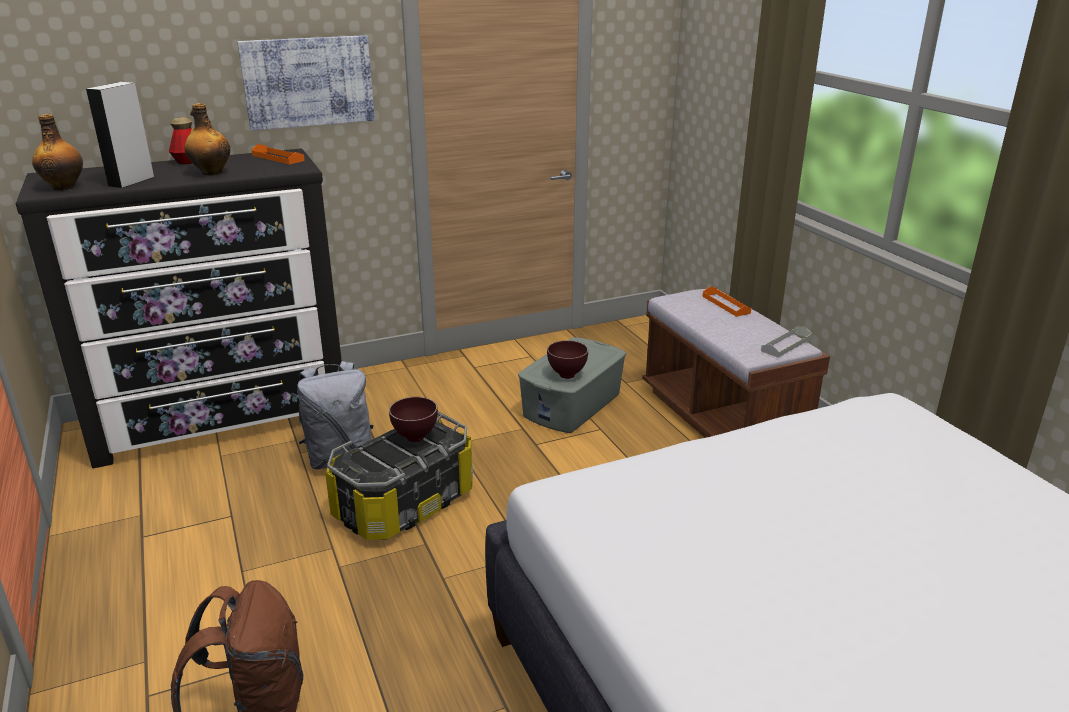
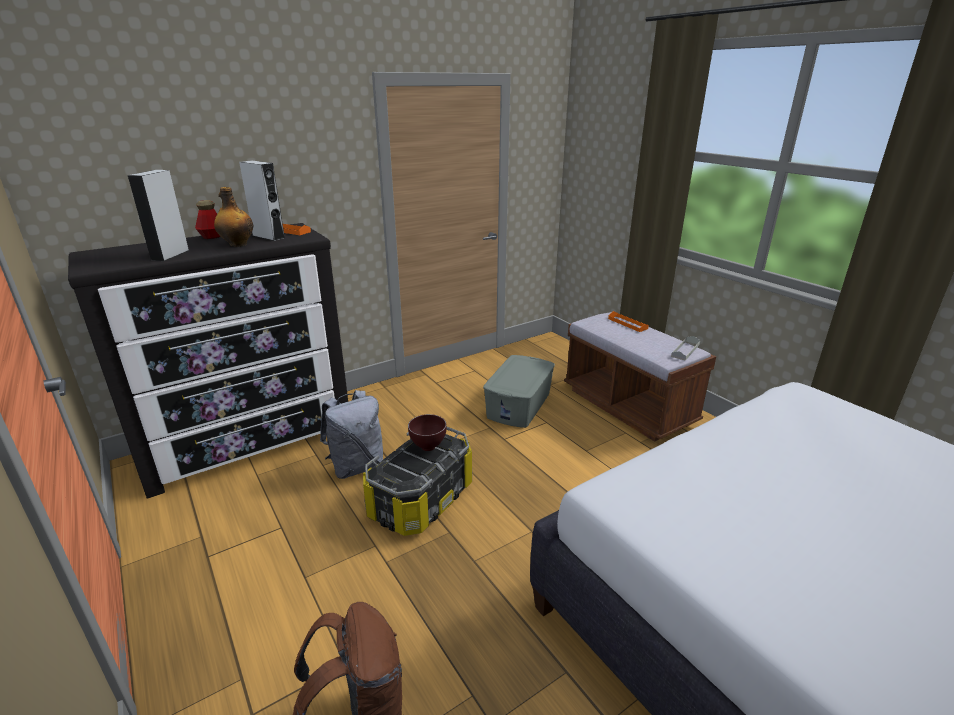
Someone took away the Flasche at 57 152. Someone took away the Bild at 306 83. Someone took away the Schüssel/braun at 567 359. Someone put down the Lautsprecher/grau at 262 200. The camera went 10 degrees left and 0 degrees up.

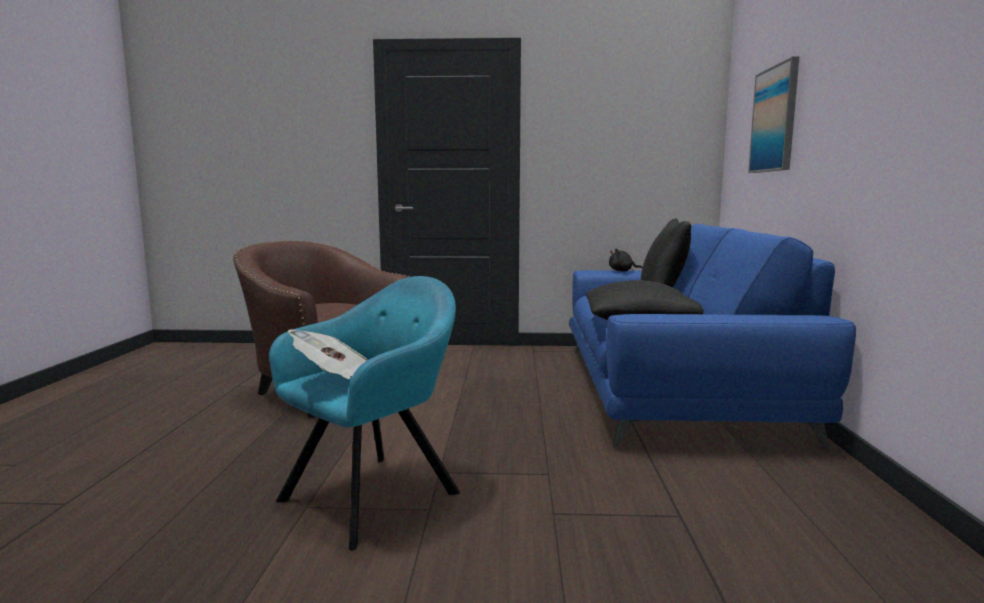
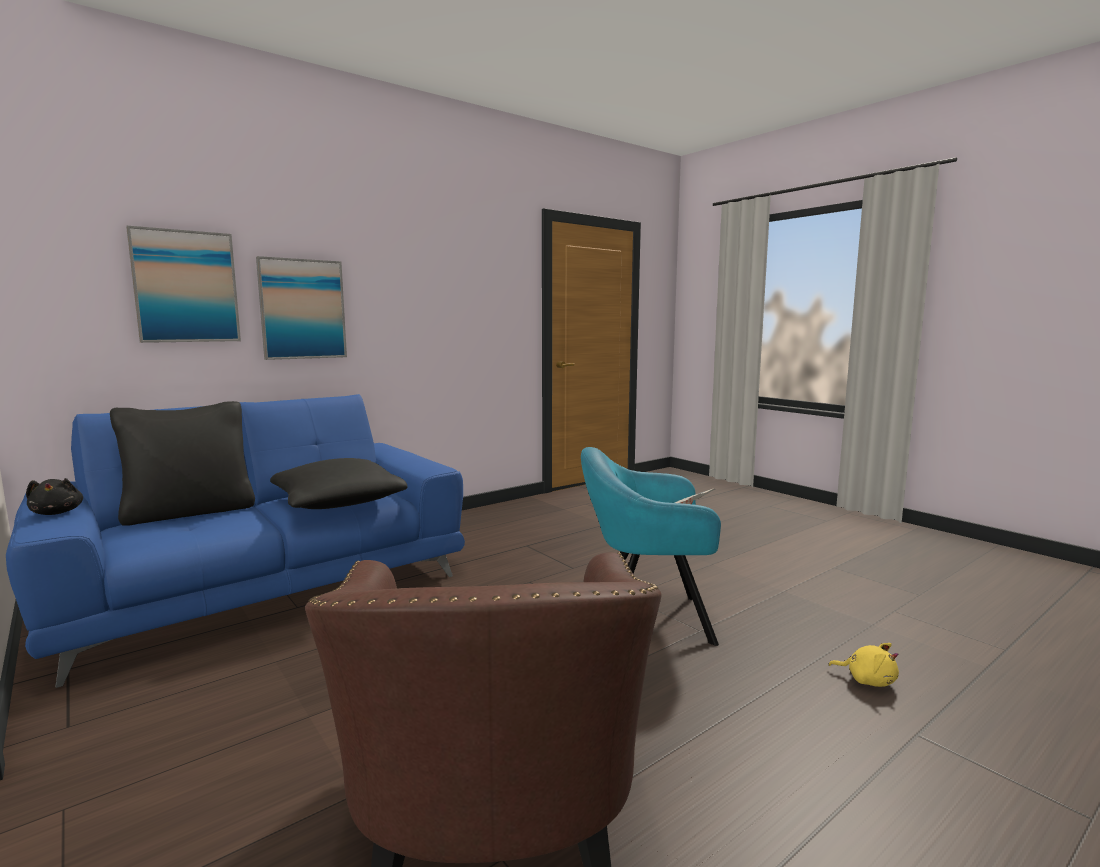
Someone put up the Bild at 301 308. Someone put down the Plüschtier/gelb at 863 665. The camera went 130 degrees left and 0 degrees up.

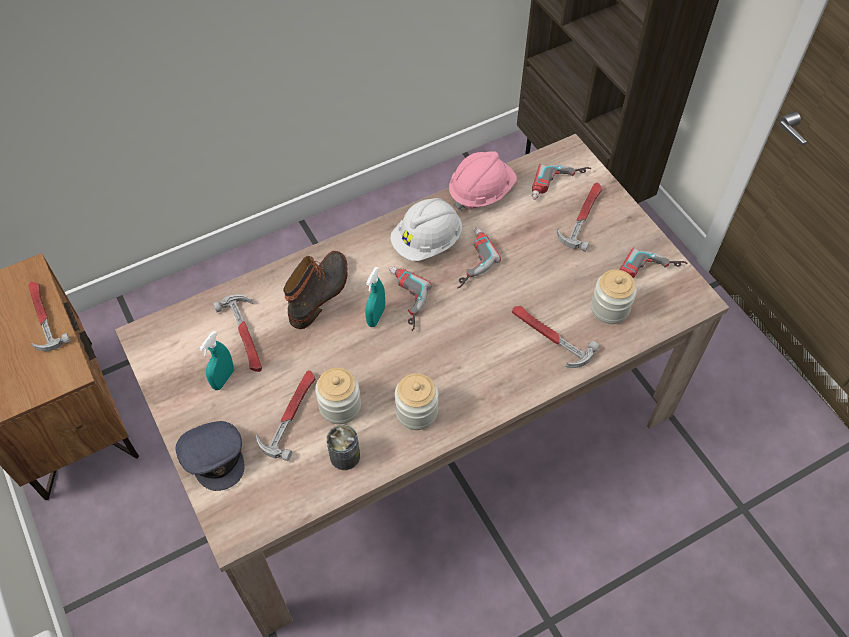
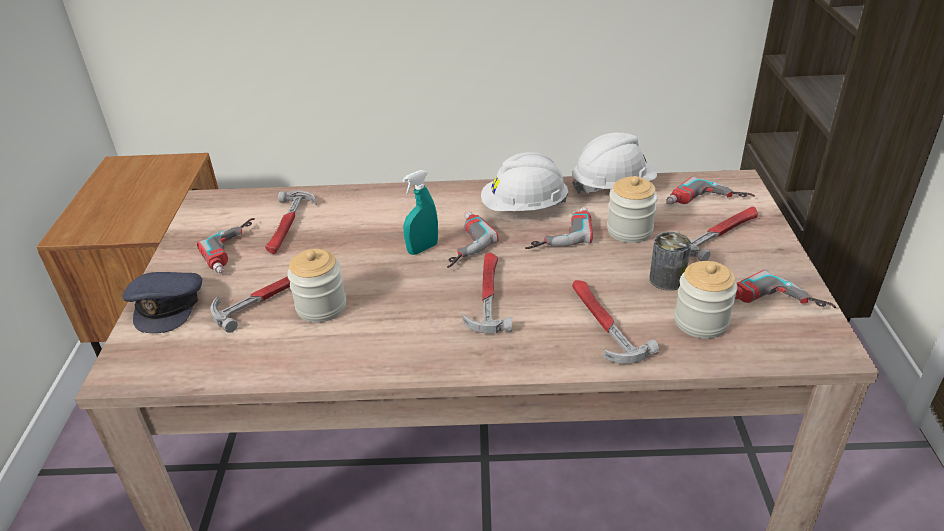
Someone took away the Stiefel at 316 290. Someone carried the Hammer from 49 316 to 487 292. Someone carried the Dose from 343 447 to 670 261. Someone carried the Vorratsglas from 417 401 to 632 209. Someone swapped the Sprühflasche/türkis at 216 360 for the Bohrmaschine at 226 245. Someone repainted the Schutzhelm/rosa at 483 181, which became the Schutzhelm/weiß at 614 163. The camera went 30 degrees right and 20 degrees down.

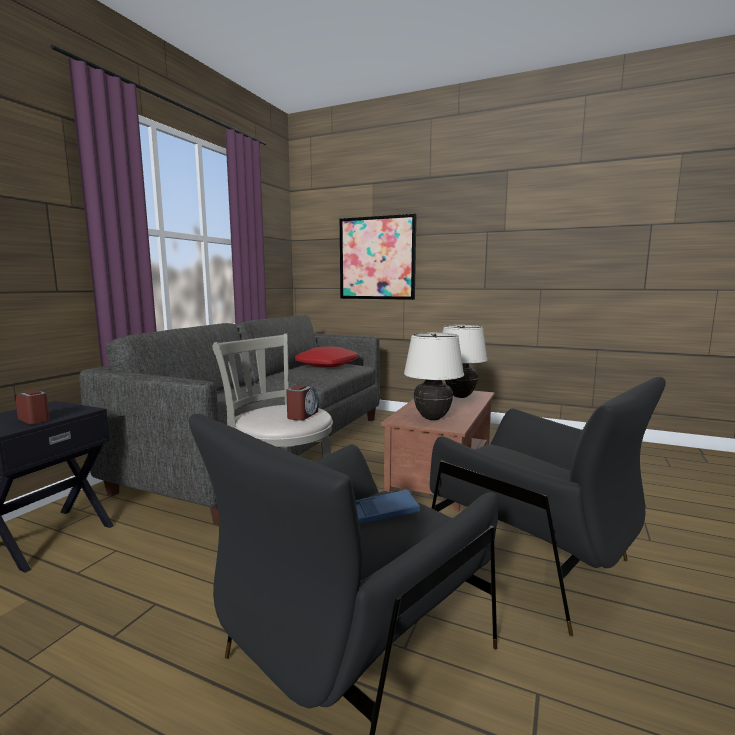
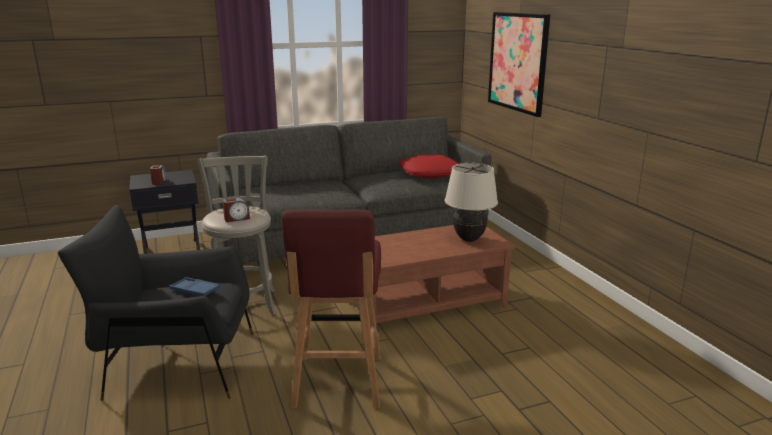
Someone took away the Tischlampe/beige at 434 376. Someone swapped the Sessel/schwarz at 548 506 for the Hocker/rot at 331 309. The camera went 45 degrees right and 10 degrees up.

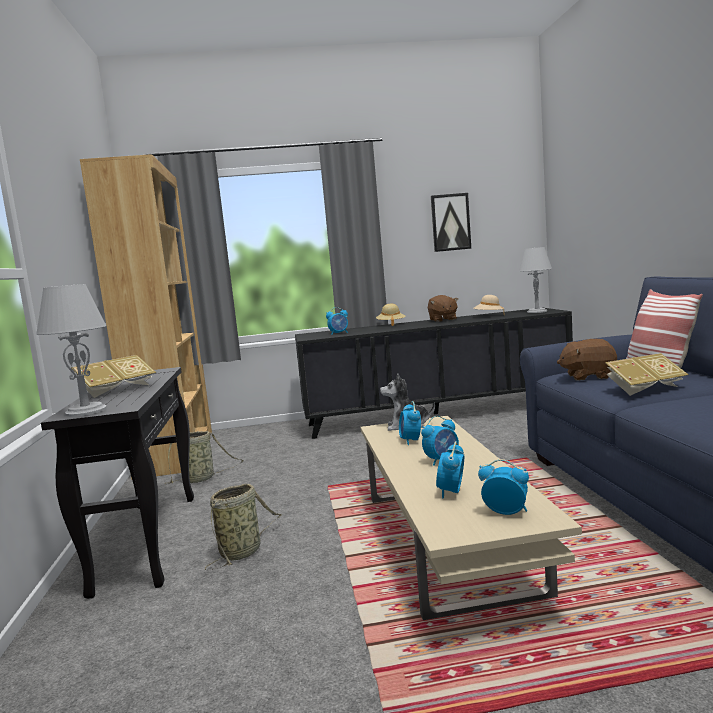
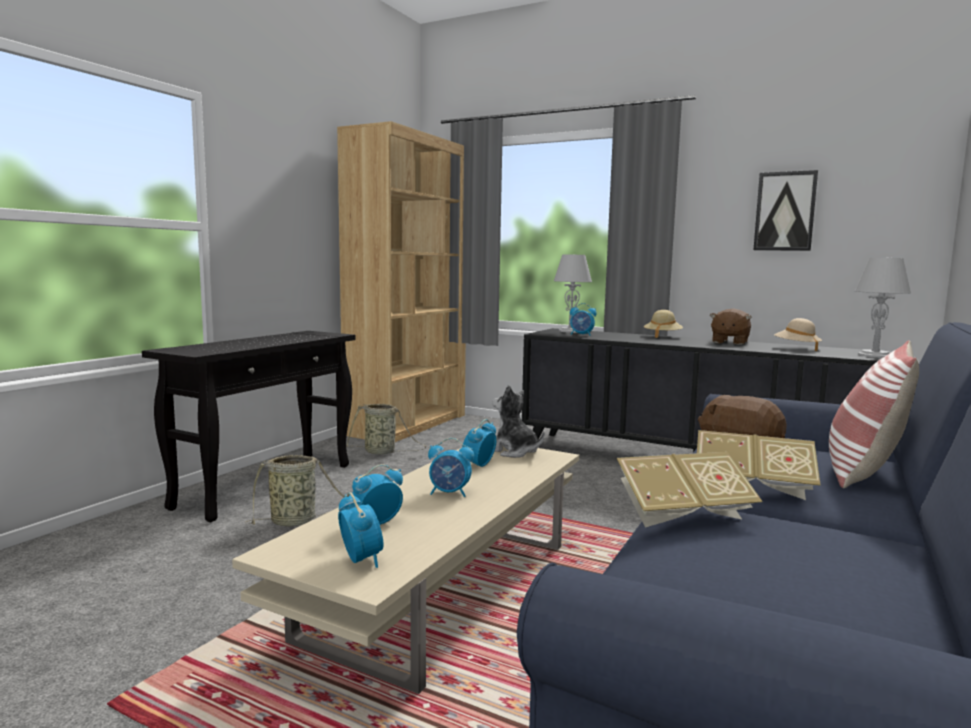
Someone carried the Tischlampe/grau from 71 350 to 573 293. Someone carried the Buch from 113 376 to 690 490. The camera went 35 degrees right and 0 degrees up.

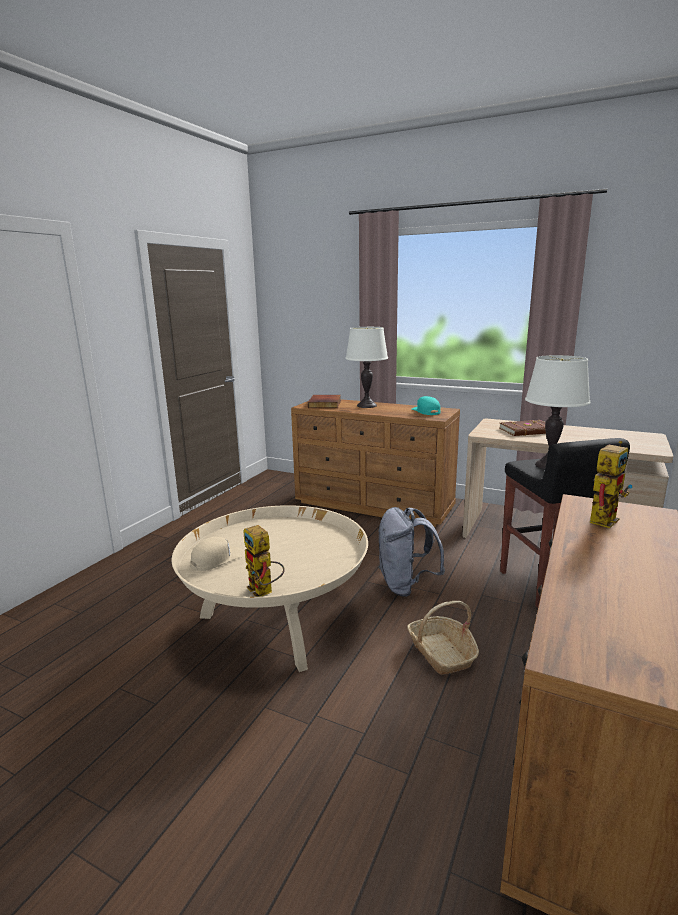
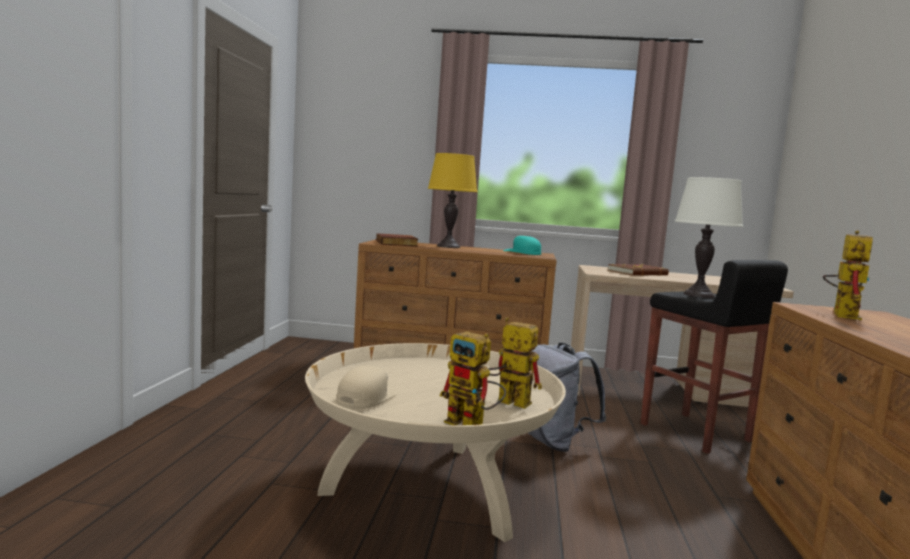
Someone took away the Korb at 443 638. Someone put down the Spielzeugroboter at 515 363. Someone repainted the Tischlampe/weiß at 366 367, which became the Tischlampe/gelb at 453 200. The camera went 20 degrees left and 10 degrees down.

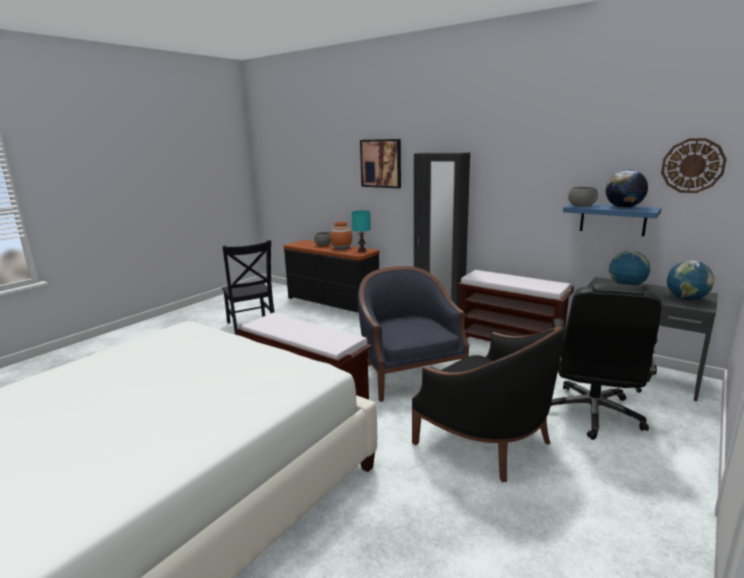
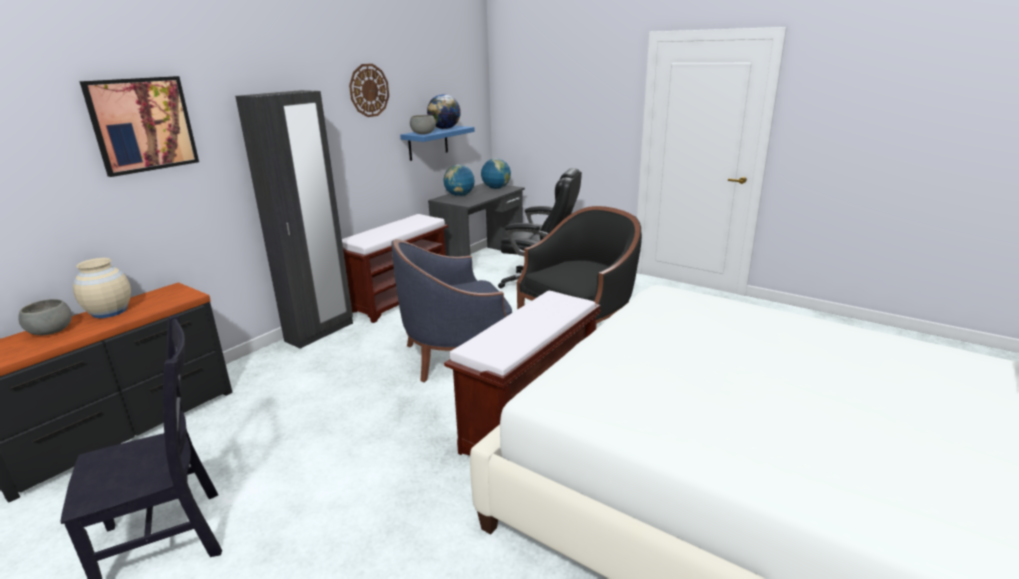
Someone took away the Tischlampe/türkis at 361 231. Someone carried the Wanduhr from 694 165 to 369 90. Someone repainted the Vase/orange at 341 235, which became the Vase/beige at 102 288. The camera went 90 degrees left and 5 degrees up.

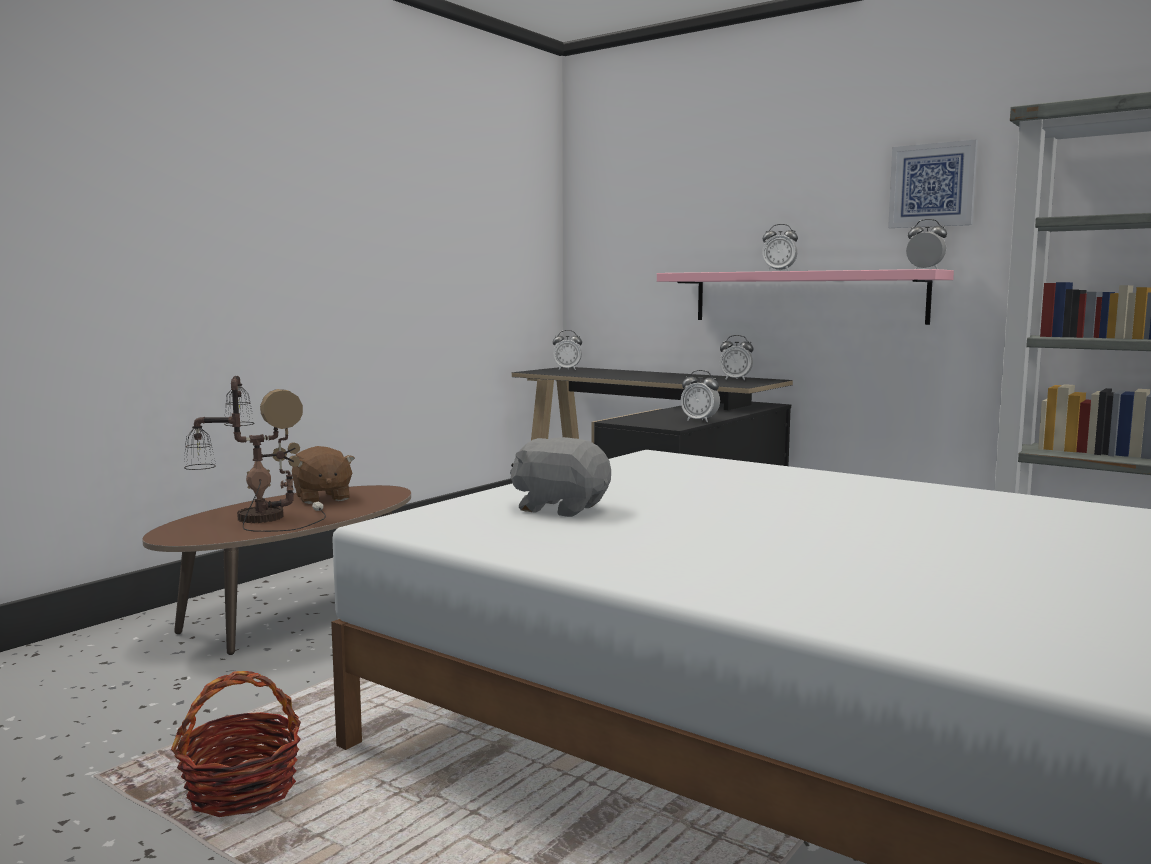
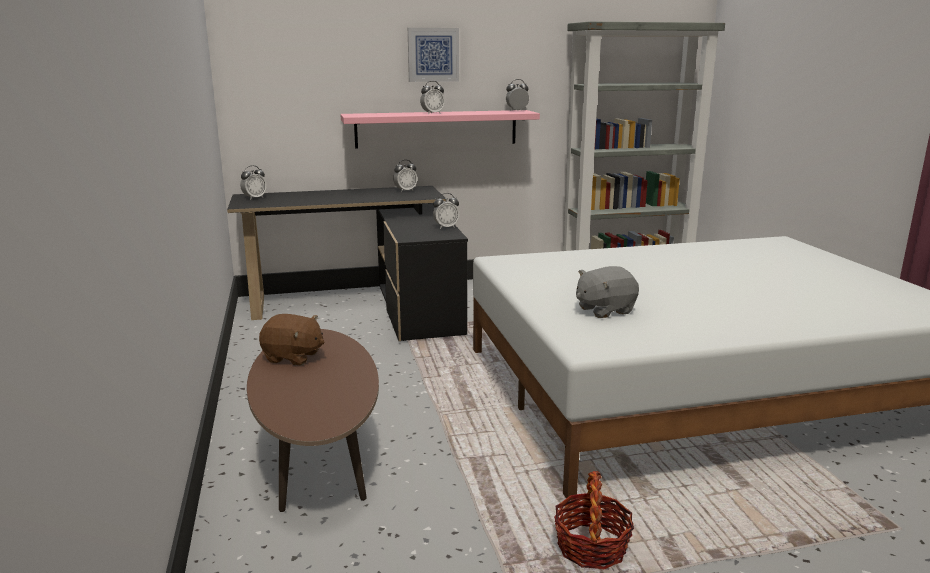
Someone took away the Tischlampe at 255 454. Someone carried the Bild from 933 184 to 433 55. The camera went 50 degrees left and 10 degrees up.

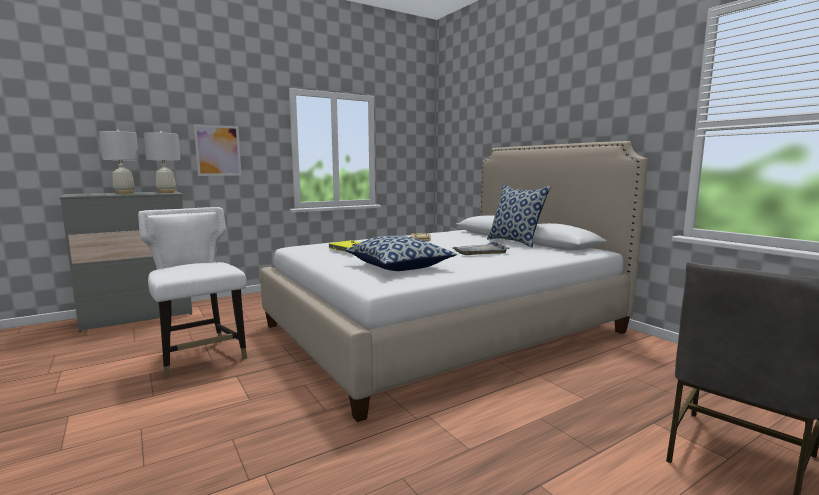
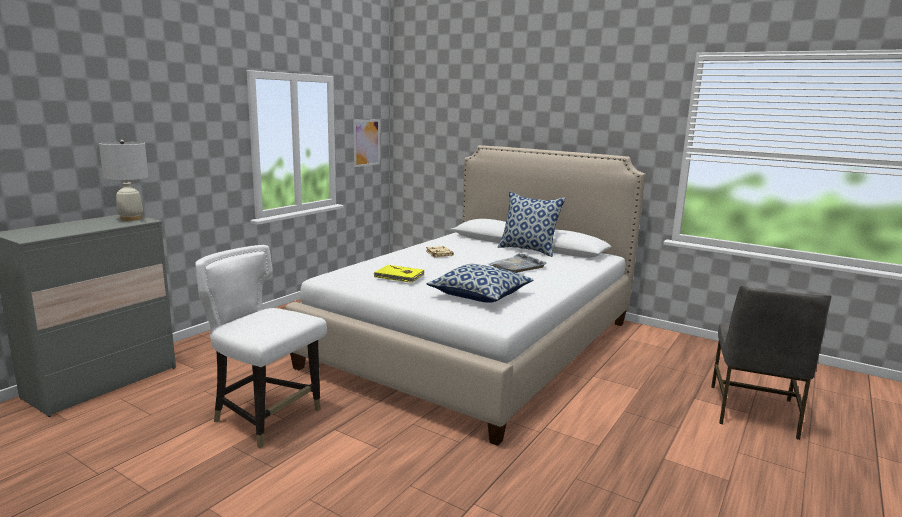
Someone took away the Tischlampe/weiß at 119 161. Someone carried the Bild from 218 150 to 366 143. The camera went 25 degrees left and 5 degrees up.

